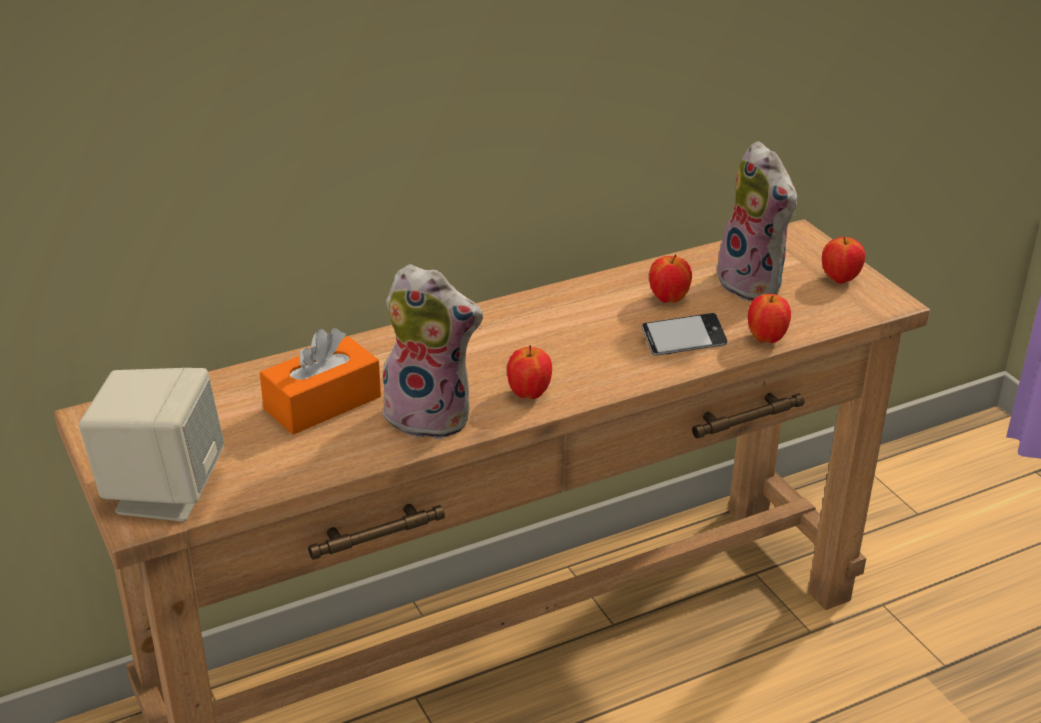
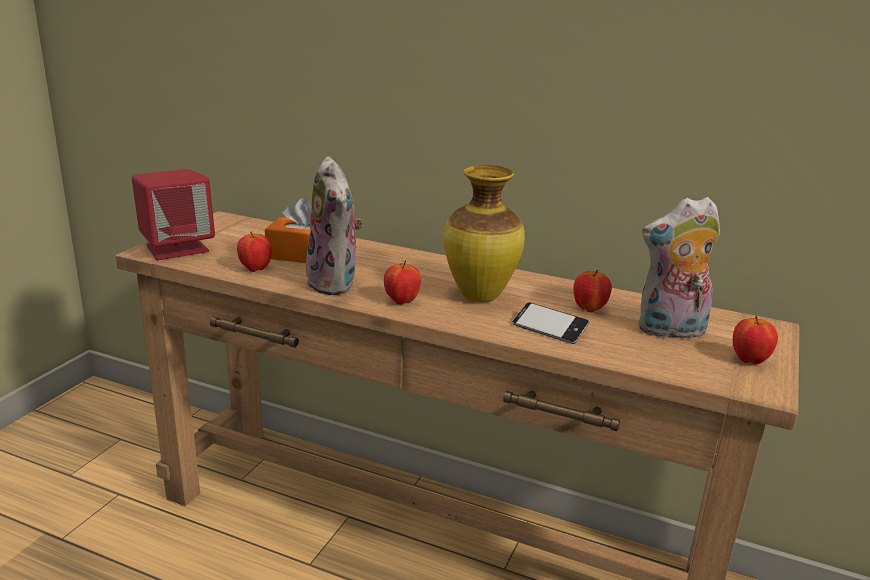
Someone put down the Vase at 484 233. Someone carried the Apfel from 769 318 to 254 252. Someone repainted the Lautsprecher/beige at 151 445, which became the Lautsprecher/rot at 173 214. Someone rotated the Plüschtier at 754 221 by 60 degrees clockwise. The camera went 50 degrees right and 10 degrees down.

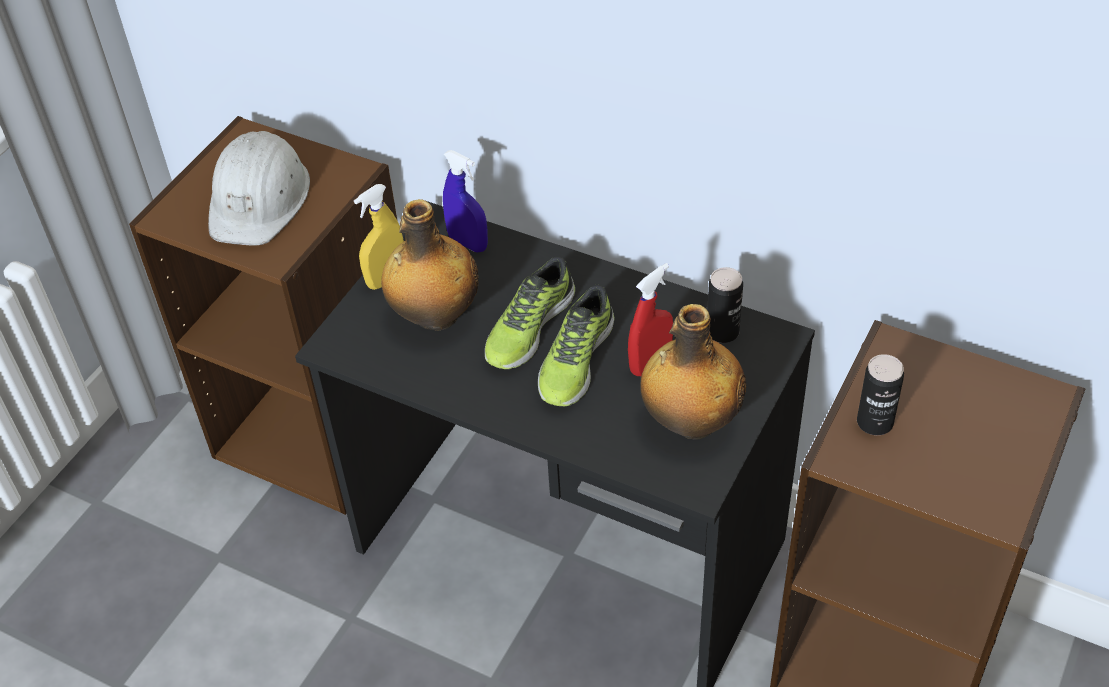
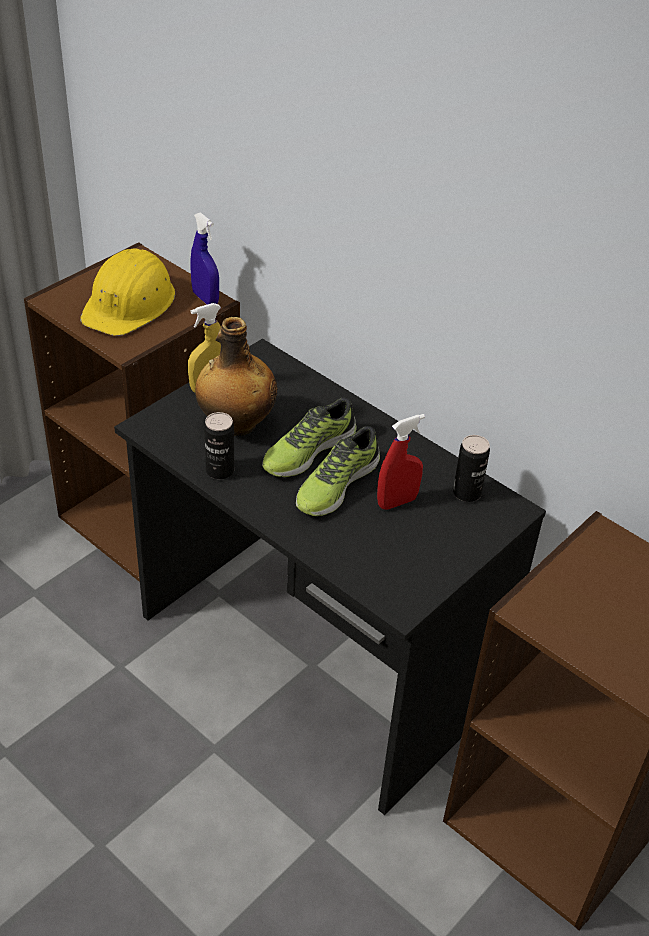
Someone took away the Flasche at 693 371. Someone carried the Sprühflasche/blau from 465 201 to 205 258. Someone carried the Dose from 880 394 to 219 445. Someone repainted the Schutzhelm/weiß at 259 188, which became the Schutzhelm/gelb at 127 292. The camera went 10 degrees right and 5 degrees down.

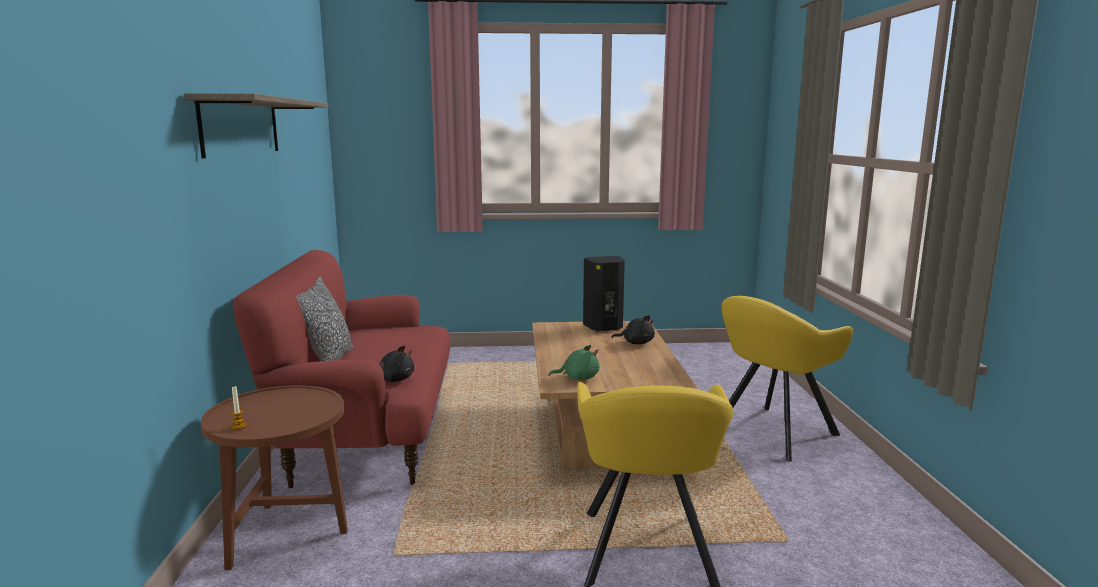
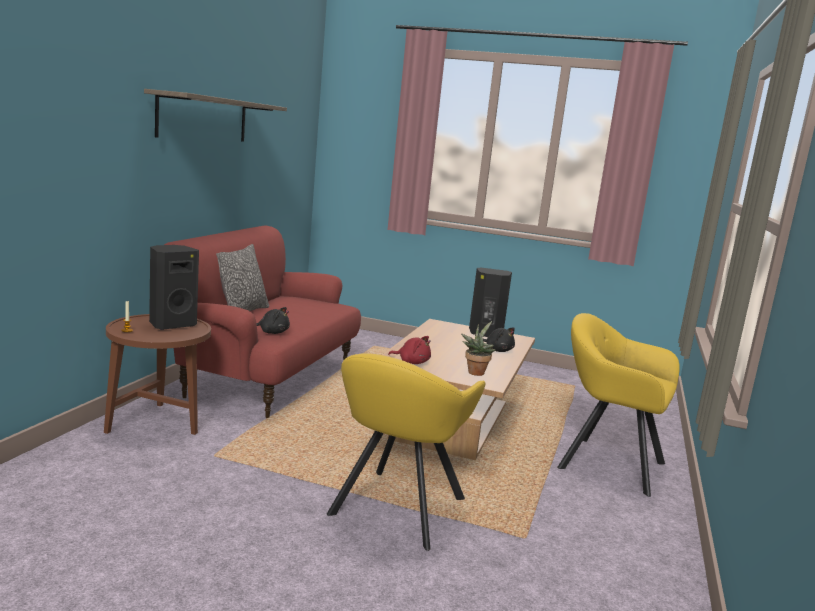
Someone put down the Lautsprecher/schwarz at 174 287. Someone put down the Topfpflanze at 478 348. Someone repainted the Plüschtier/grün at 574 362, which became the Plüschtier/rot at 409 350. Someone rotated the Sessel/gelb at 787 379 by 45 degrees clockwise. The camera went 20 degrees right and 0 degrees up.

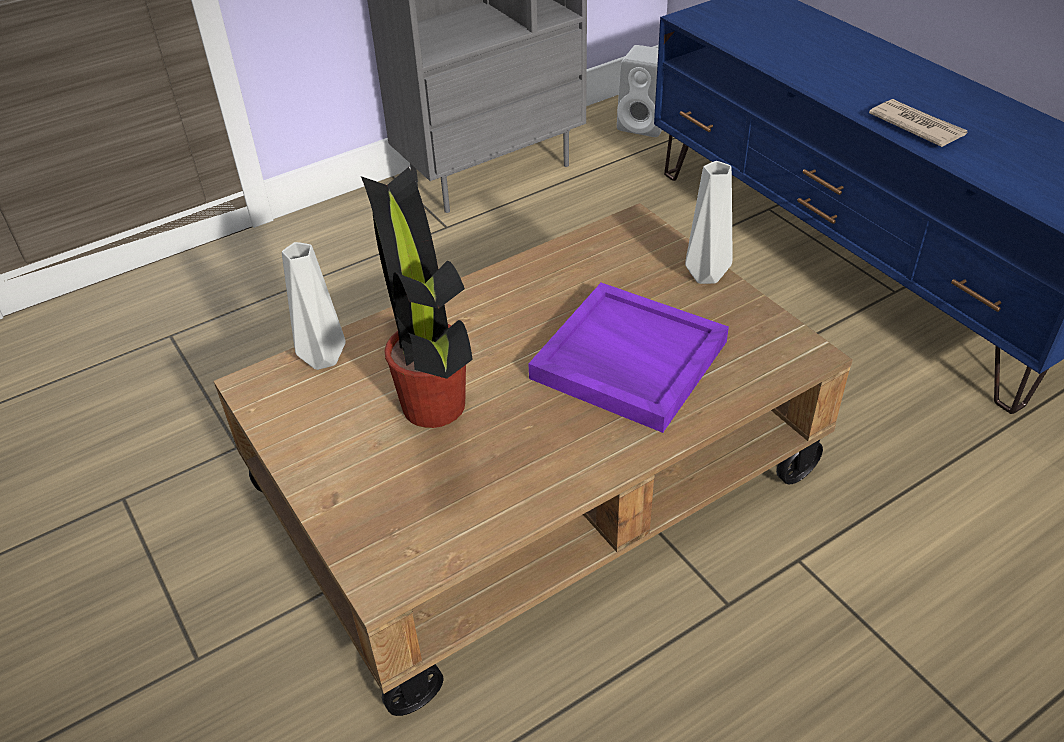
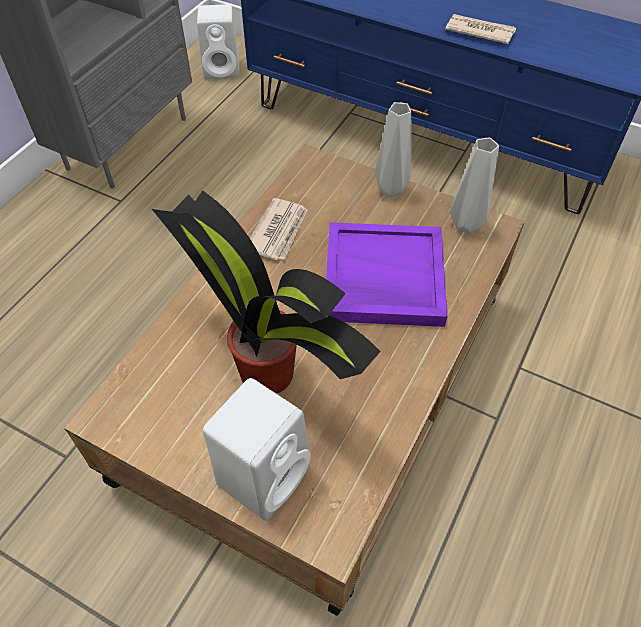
Someone put down the Lautsprecher/weiß at 257 449. Someone put down the Zeitung at 278 229. Someone carried the Vase/grau from 314 306 to 474 186. The camera went 30 degrees left and 10 degrees up.

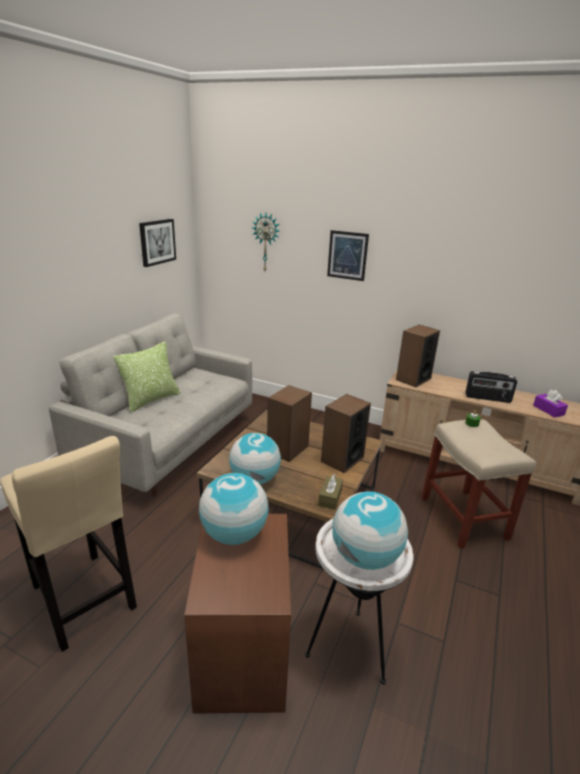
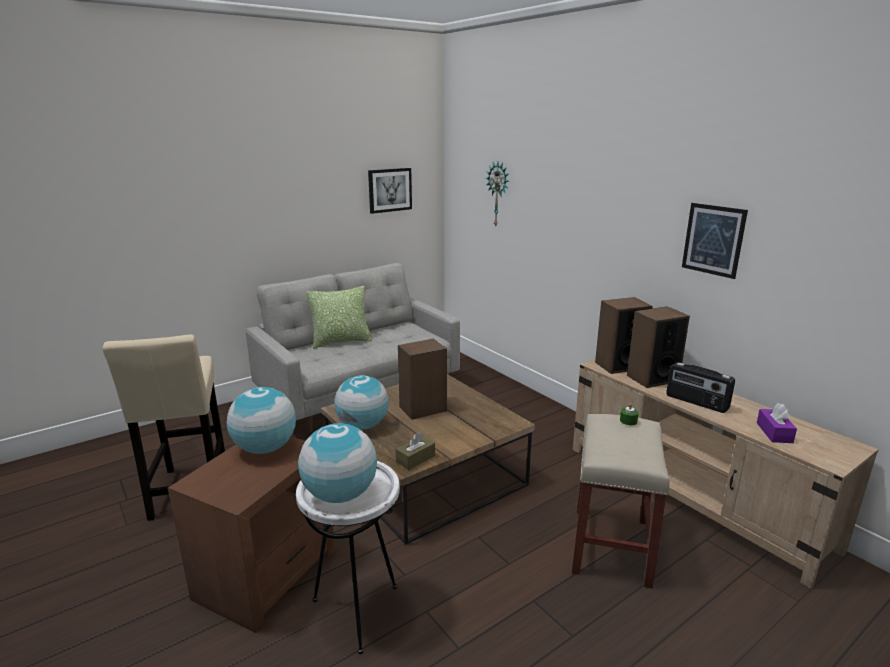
Someone carried the Lautsprecher from 346 433 to 658 347. Someone carried the Bild from 348 255 to 715 241. The camera went 30 degrees right and 5 degrees down.

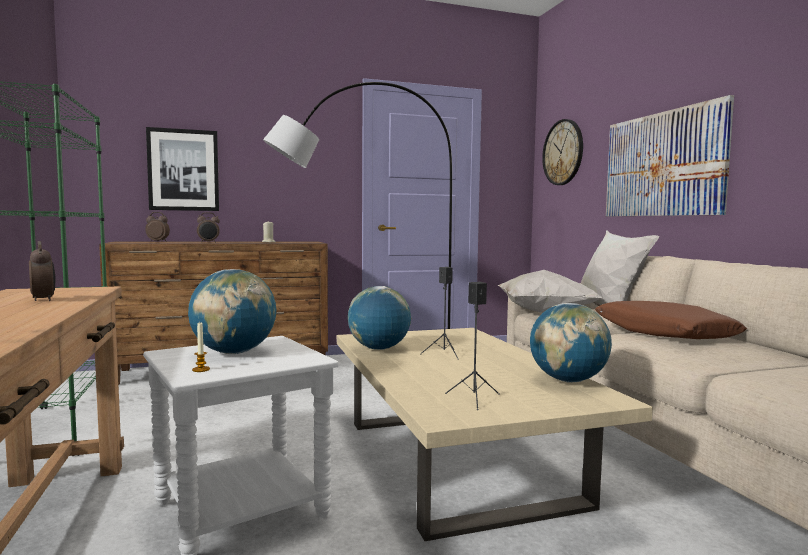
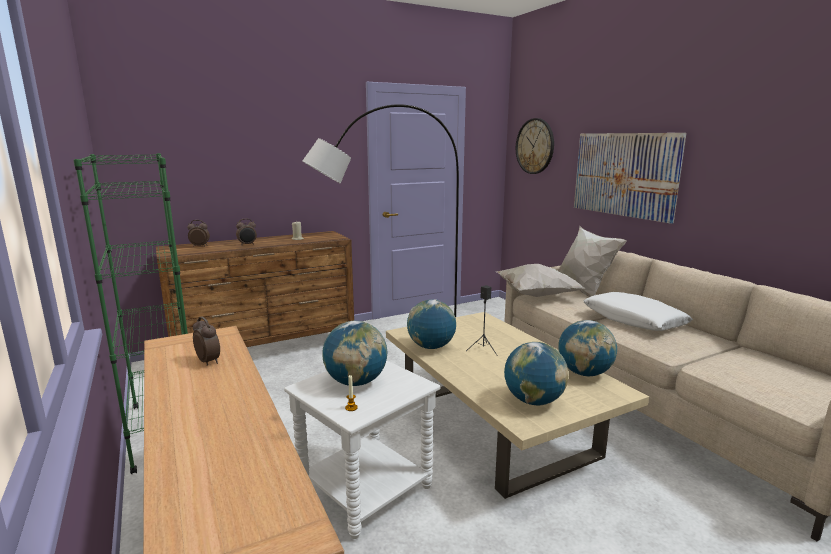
Someone took away the Bild at 182 169. Someone swapped the Lautsprecher/schwarz at 472 346 for the Globus at 536 373. Someone repainted the Kissen/braun at 671 320, which became the Kissen/weiß at 638 311. The camera went 10 degrees left and 10 degrees up.

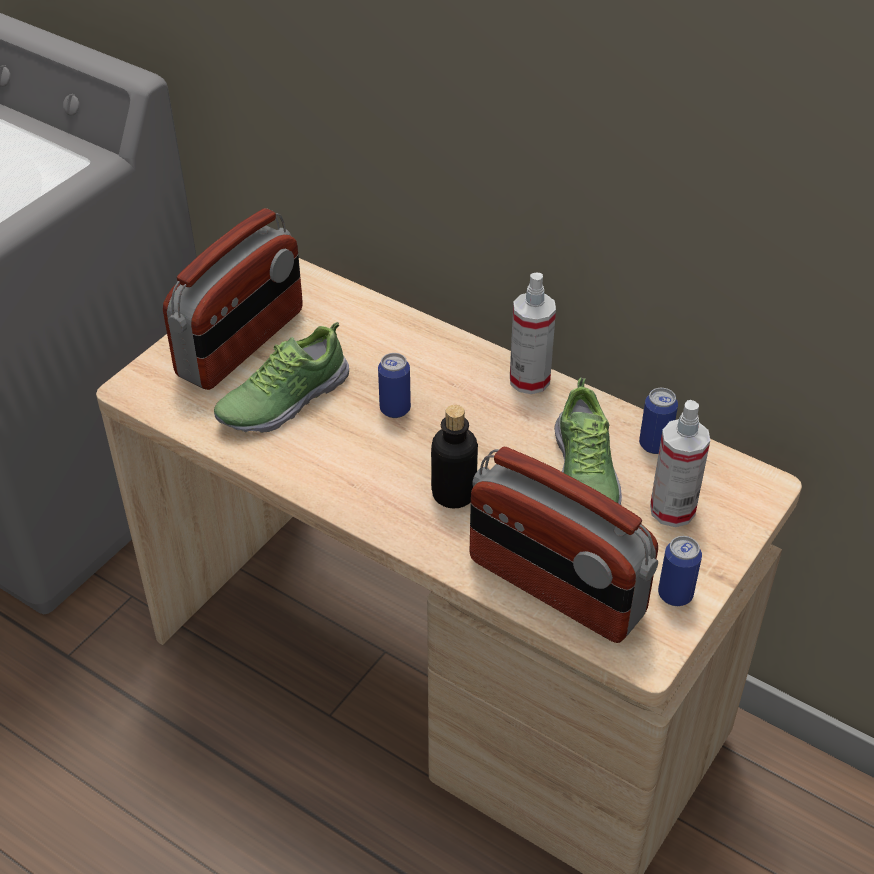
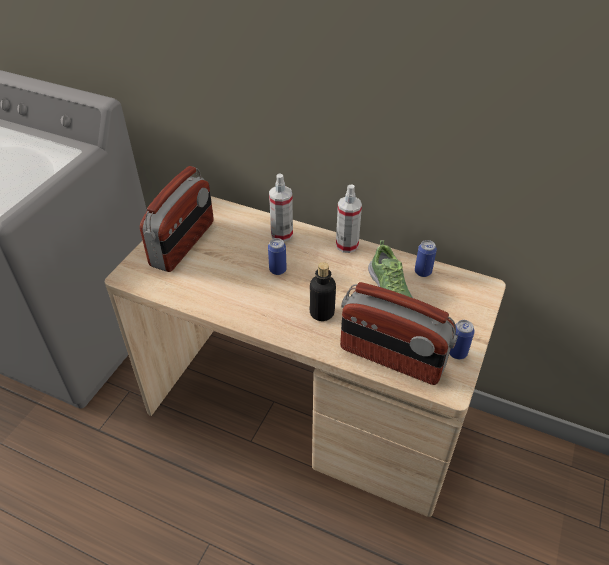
Someone took away the Schuh at 281 377. Someone carried the Sprühflasche from 680 463 to 281 207. The camera went 10 degrees left and 0 degrees up.

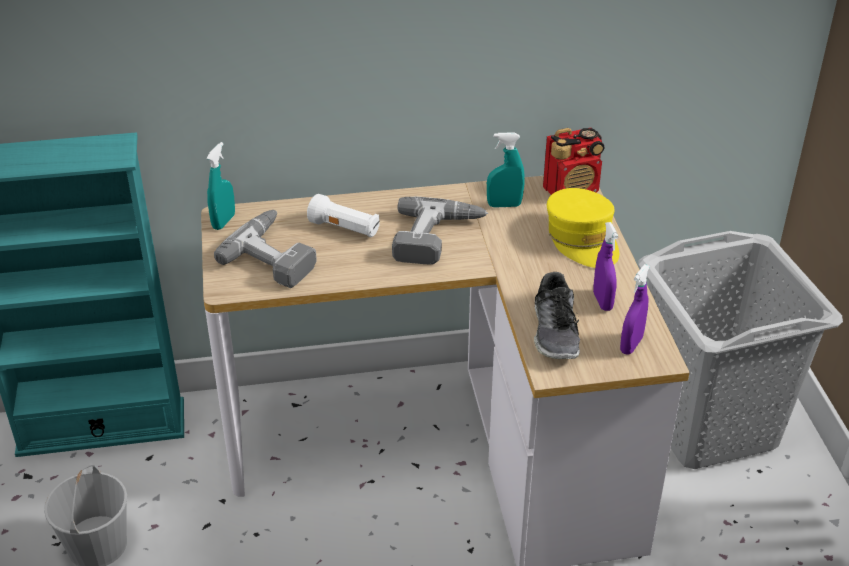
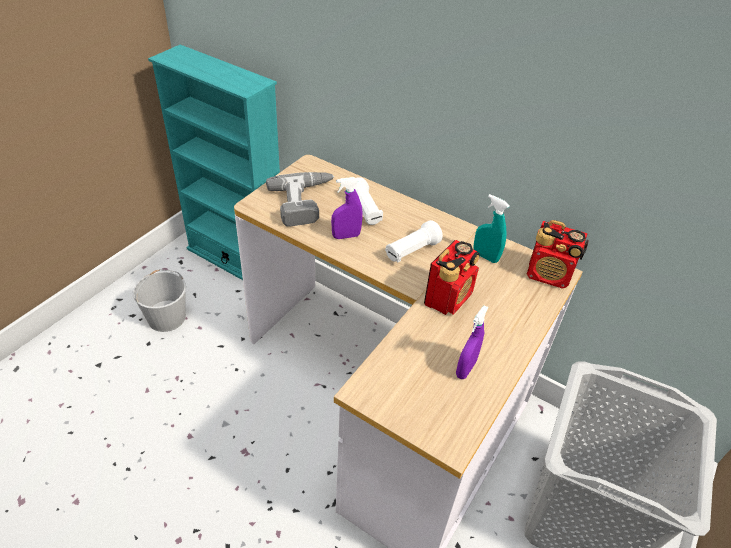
Someone took away the Sprühflasche/türkis at 221 186. Someone took away the Schuh at 557 315. Someone took away the Kappe/gelb at 583 228. Someone put down the Radio at 452 277. Someone carried the Sprühflasche/lila from 635 309 to 347 208. Someone swapped the Bohrmaschine at 440 231 for the Taschenlampe/weiß at 414 241. The camera went 40 degrees right and 5 degrees up.

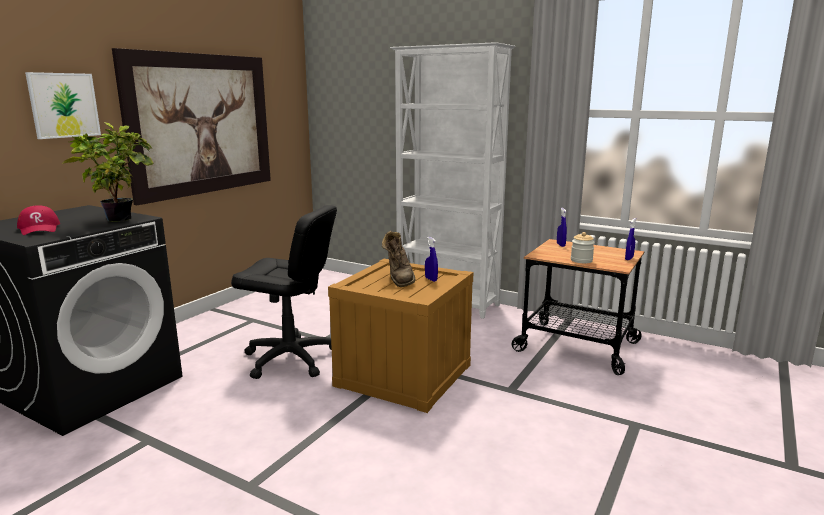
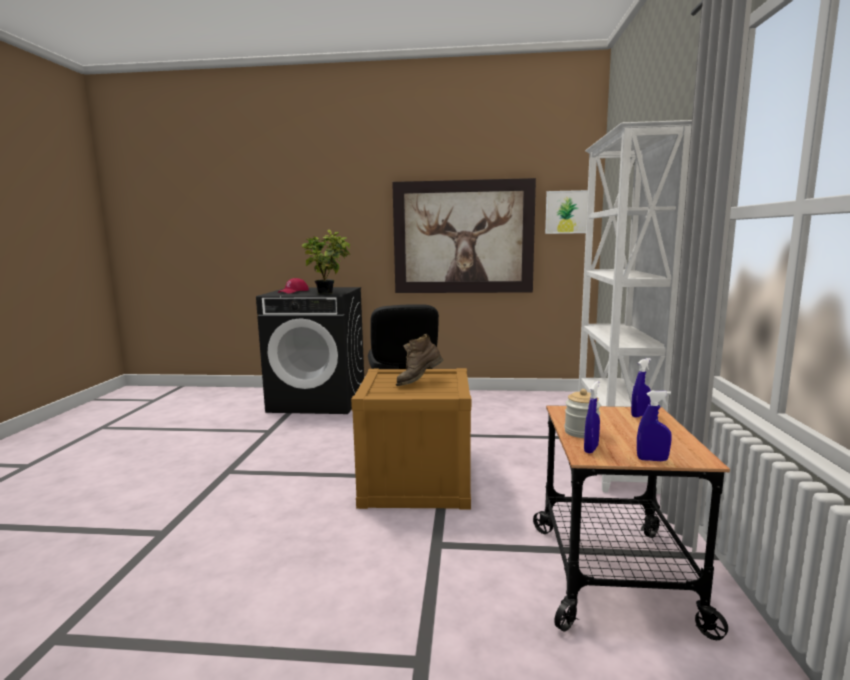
Someone carried the Bild from 63 105 to 566 212. Someone carried the Sprühflasche/blau from 431 259 to 592 417. The camera went 65 degrees right and 5 degrees down.

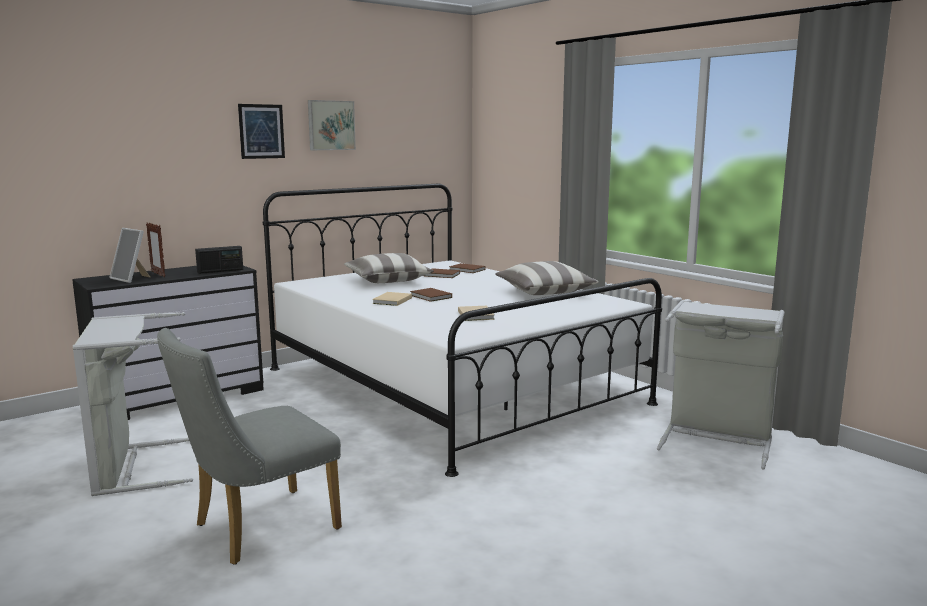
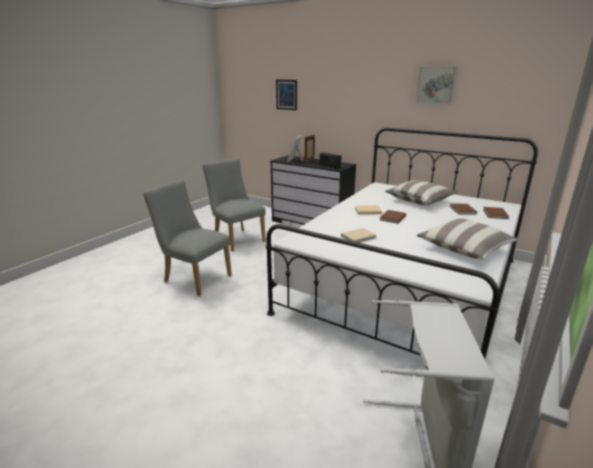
Someone carried the Bild from 261 131 to 286 95. Someone swapped the Wäschekorb/grau at 133 404 for the Stuhl/grau at 234 205. The camera went 70 degrees right and 10 degrees up.

